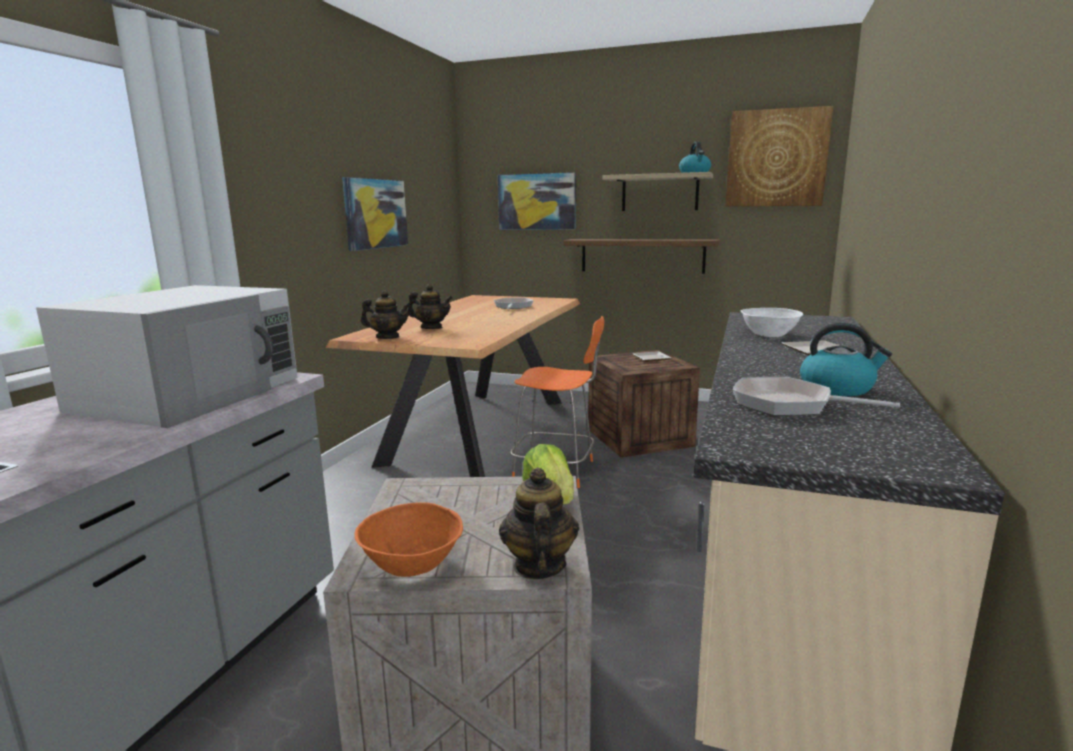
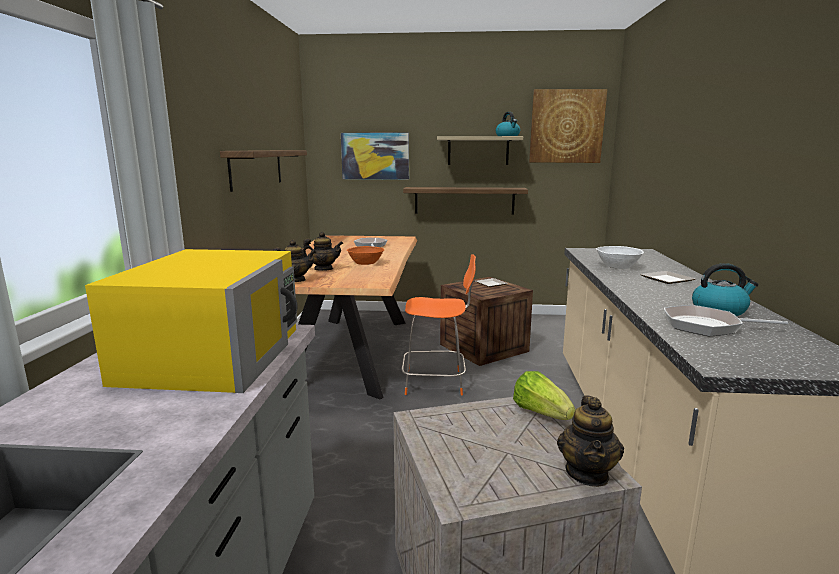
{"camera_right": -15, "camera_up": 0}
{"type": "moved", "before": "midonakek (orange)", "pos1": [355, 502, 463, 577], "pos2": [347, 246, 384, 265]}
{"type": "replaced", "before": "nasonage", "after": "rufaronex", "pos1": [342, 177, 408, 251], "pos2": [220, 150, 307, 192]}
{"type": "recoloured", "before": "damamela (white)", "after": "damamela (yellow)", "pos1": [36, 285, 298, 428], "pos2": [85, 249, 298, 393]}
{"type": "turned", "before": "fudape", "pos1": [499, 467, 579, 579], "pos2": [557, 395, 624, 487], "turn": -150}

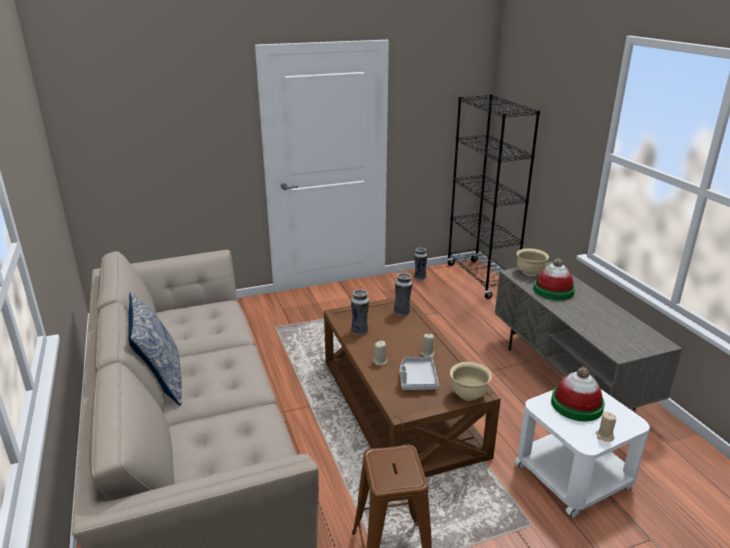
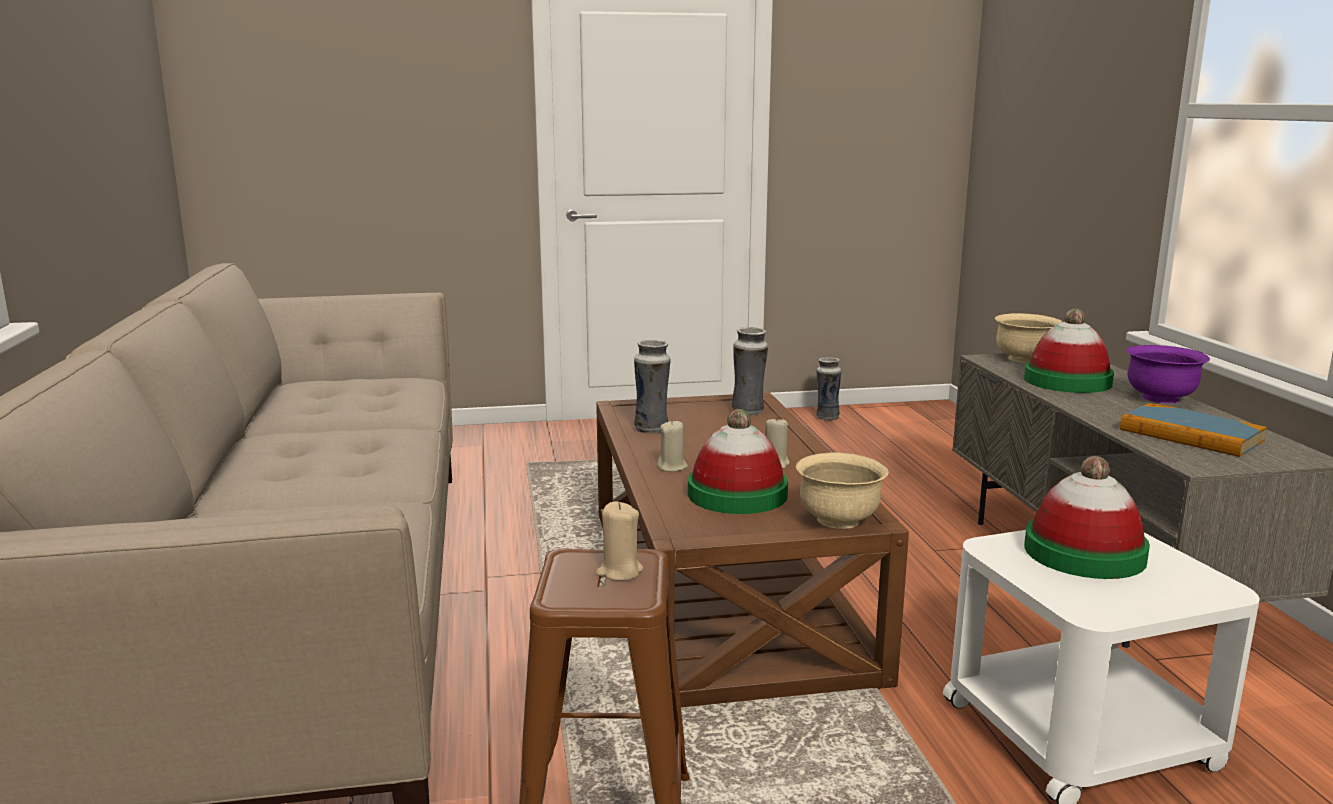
{"camera_right": 10, "camera_up": -10}
{"type": "removed", "before": "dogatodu", "pos1": [128, 292, 182, 406]}
{"type": "removed", "before": "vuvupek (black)", "pos1": [447, 94, 540, 299]}
{"type": "added", "after": "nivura", "pos2": [1120, 403, 1267, 457]}
{"type": "added", "after": "midonakek (purple)", "pos2": [1126, 345, 1210, 403]}
{"type": "moved", "before": "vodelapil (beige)", "pos1": [596, 412, 616, 442], "pos2": [596, 501, 643, 581]}
{"type": "replaced", "before": "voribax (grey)", "after": "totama", "pos1": [400, 357, 439, 390], "pos2": [688, 409, 788, 514]}

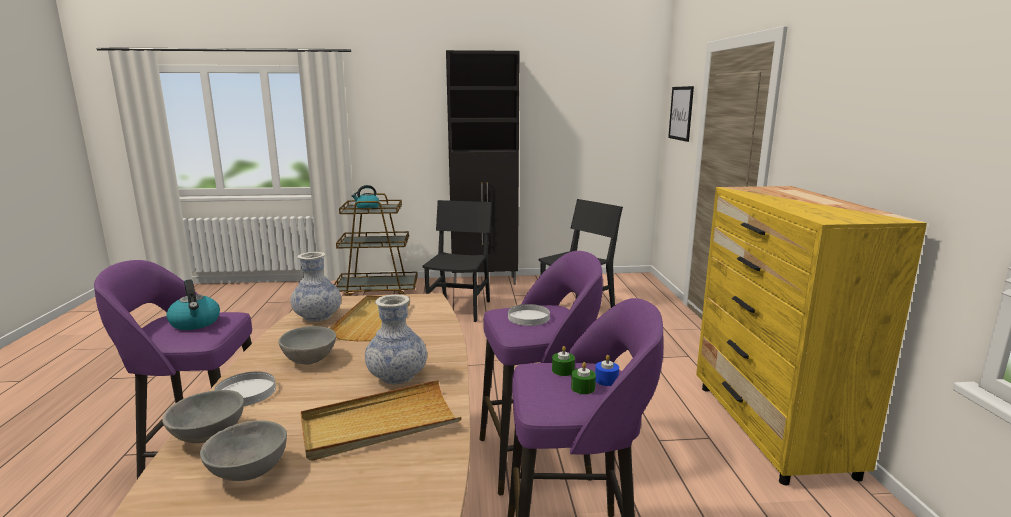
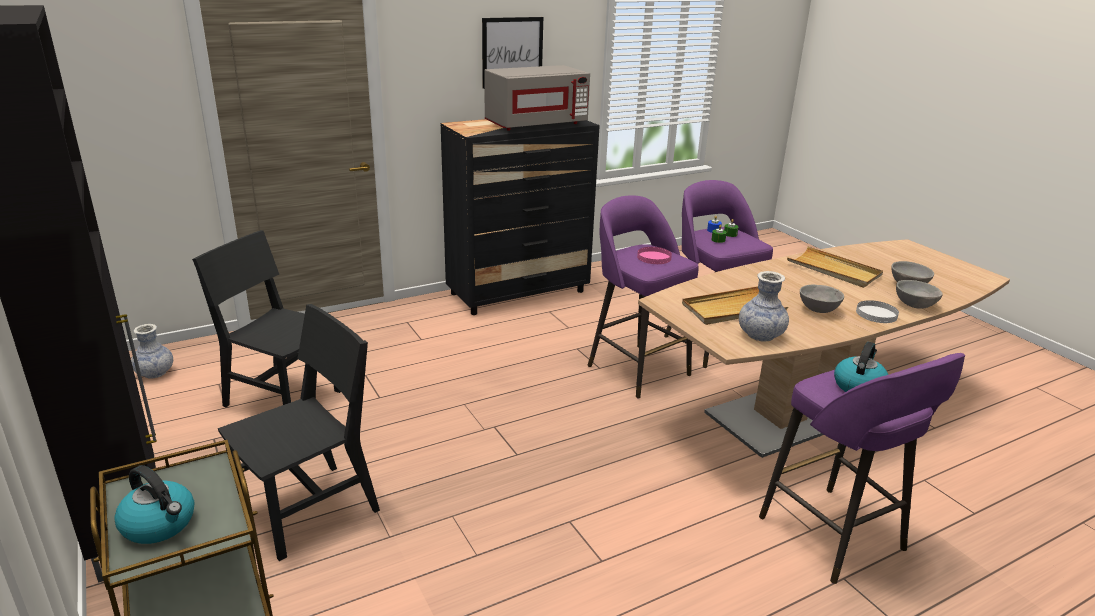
{"camera_right": -115, "camera_up": 10}
{"type": "added", "after": "damamela (grey)", "pos2": [484, 65, 590, 131]}
{"type": "moved", "before": "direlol", "pos1": [365, 294, 427, 385], "pos2": [131, 324, 173, 378]}
{"type": "moved", "before": "nasonage", "pos1": [668, 86, 694, 142], "pos2": [482, 17, 543, 89]}
{"type": "recoloured", "before": "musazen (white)", "after": "musazen (pink)", "pos1": [508, 304, 550, 326], "pos2": [637, 247, 672, 264]}
{"type": "recoloured", "before": "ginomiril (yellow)", "after": "ginomiril (black)", "pos1": [696, 186, 927, 486], "pos2": [441, 119, 600, 315]}
{"type": "turned", "before": "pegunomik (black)", "pos1": [422, 200, 492, 322], "pos2": [218, 304, 380, 561], "turn": 150}

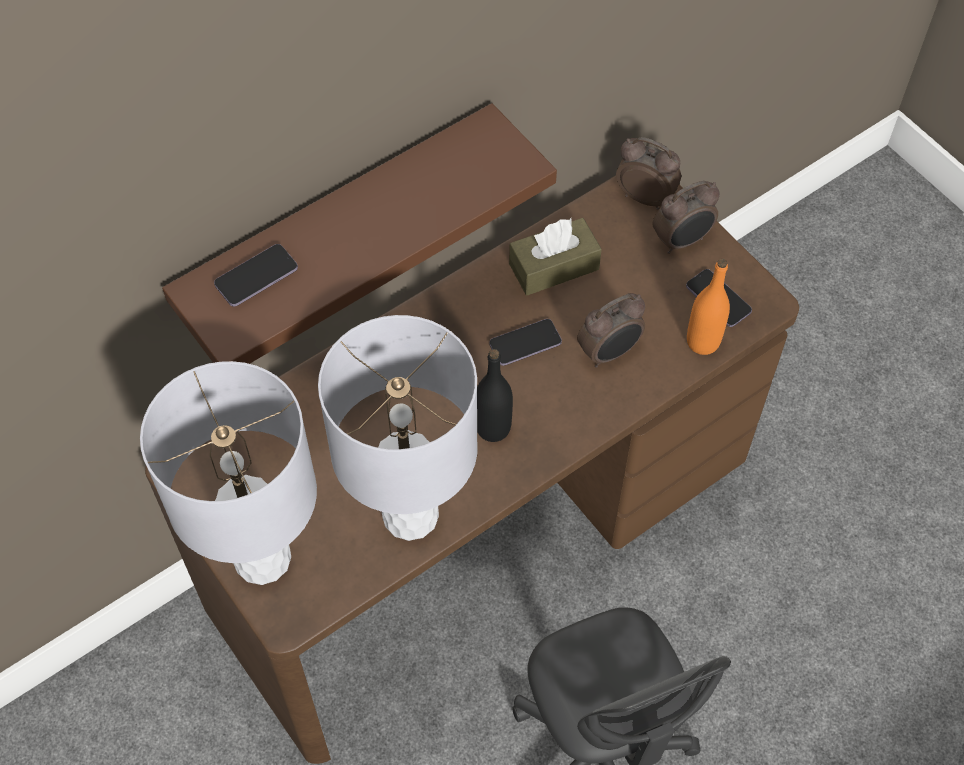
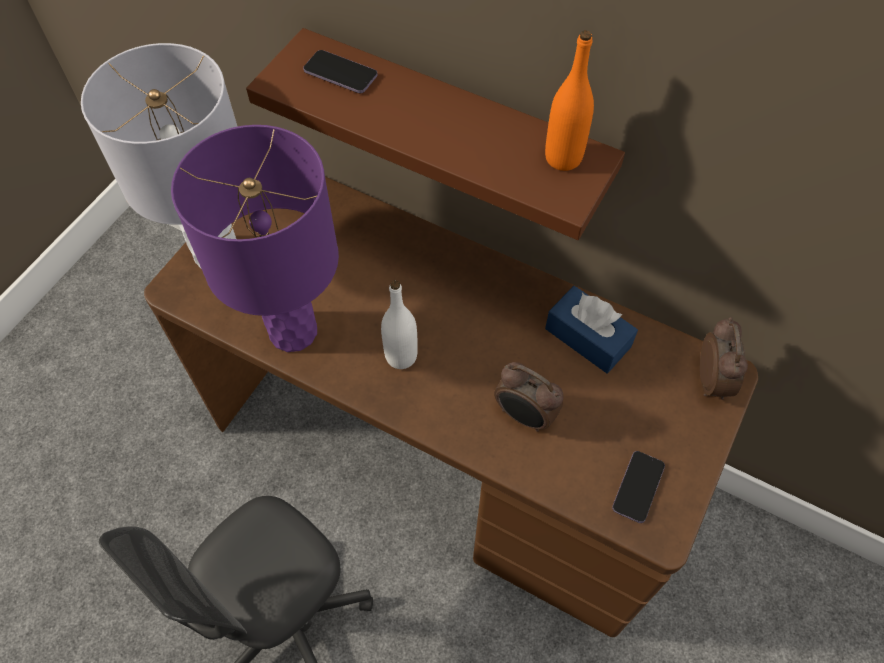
{"camera_right": 65, "camera_up": 0}
{"type": "removed", "before": "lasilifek", "pos1": [489, 319, 562, 366]}
{"type": "removed", "before": "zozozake", "pos1": [653, 181, 720, 254]}
{"type": "moved", "before": "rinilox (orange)", "pos1": [687, 259, 730, 355], "pos2": [545, 30, 594, 171]}
{"type": "recoloured", "before": "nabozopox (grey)", "after": "nabozopox (purple)", "pos1": [318, 315, 478, 541], "pos2": [171, 125, 339, 352]}
{"type": "recoloured", "before": "rinilox (black)", "after": "rinilox (white)", "pos1": [477, 349, 513, 442], "pos2": [381, 280, 418, 369]}
{"type": "recoloured", "before": "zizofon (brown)", "after": "zizofon (blue)", "pos1": [509, 218, 602, 295], "pos2": [545, 286, 638, 373]}

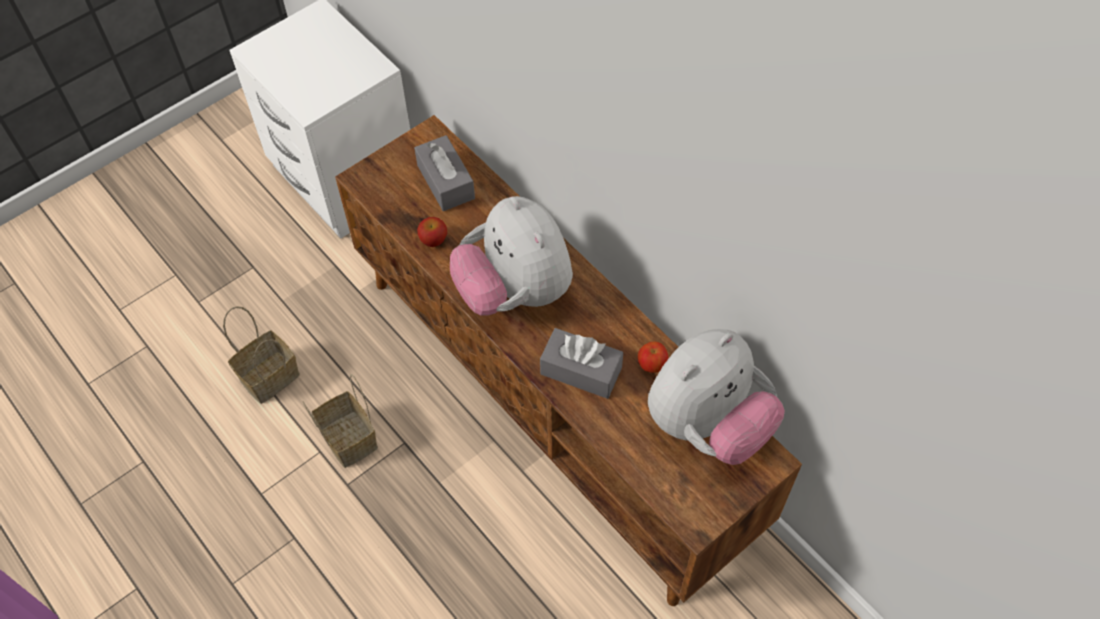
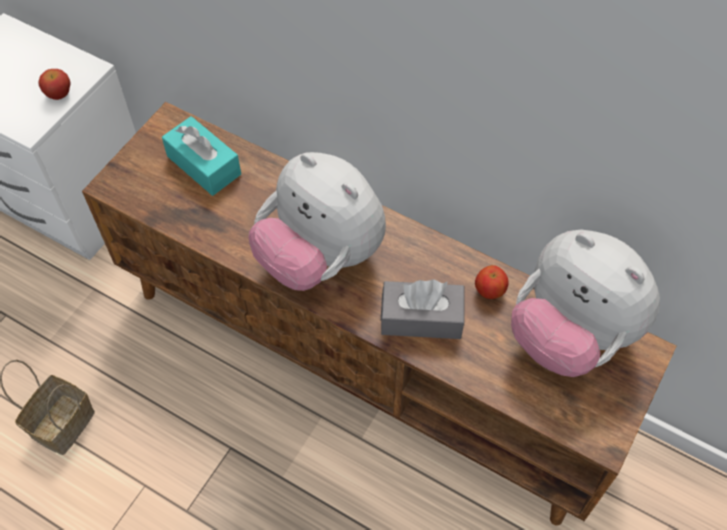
{"camera_right": -20, "camera_up": 0}
{"type": "removed", "before": "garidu", "pos1": [302, 374, 378, 468]}
{"type": "moved", "before": "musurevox", "pos1": [417, 217, 447, 247], "pos2": [38, 69, 70, 100]}
{"type": "recoloured", "before": "zizofon (grey)", "after": "zizofon (turquoise)", "pos1": [414, 135, 475, 211], "pos2": [162, 116, 241, 196]}
{"type": "turned", "before": "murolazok", "pos1": [648, 329, 785, 465], "pos2": [511, 230, 660, 377], "turn": 105}

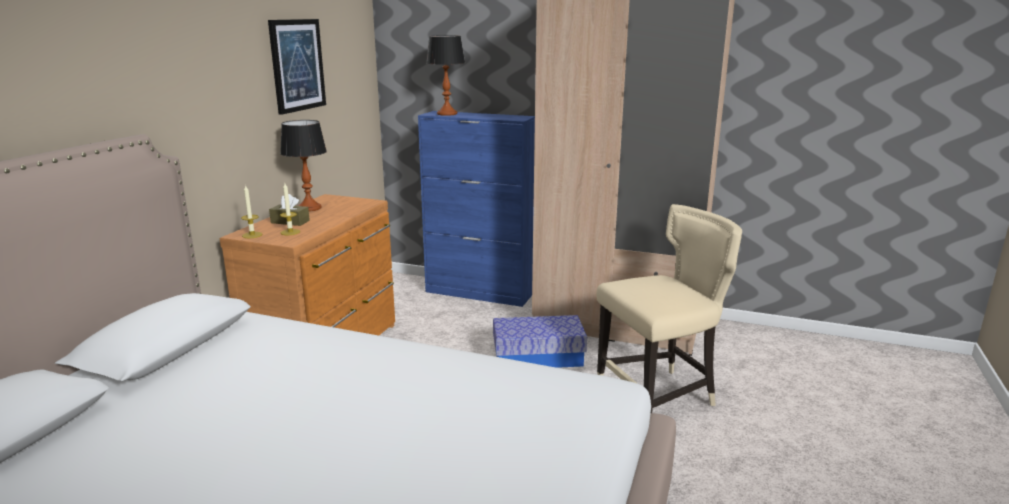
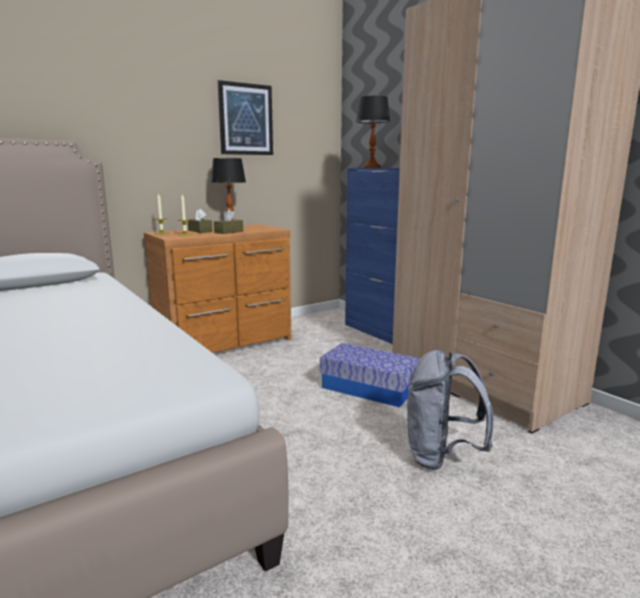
{"camera_right": 35, "camera_up": -5}
{"type": "added", "after": "zizofon (brown)", "pos2": [214, 209, 243, 234]}
{"type": "replaced", "before": "pegunomik (beige)", "after": "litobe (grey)", "pos1": [596, 204, 742, 414], "pos2": [407, 350, 494, 470]}

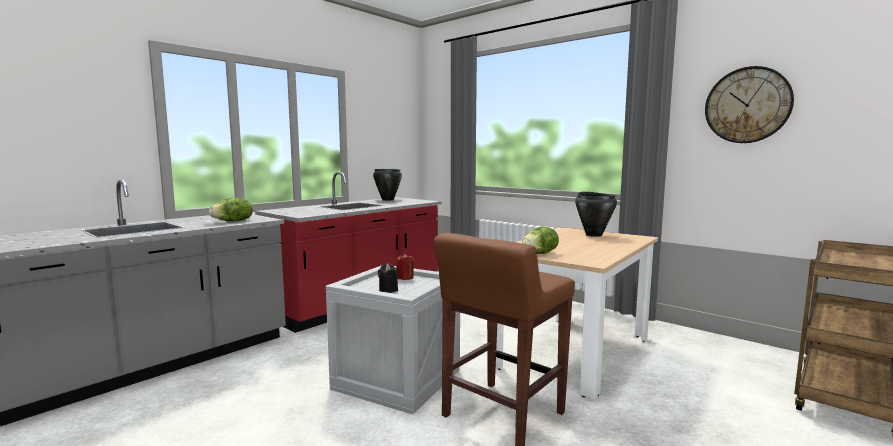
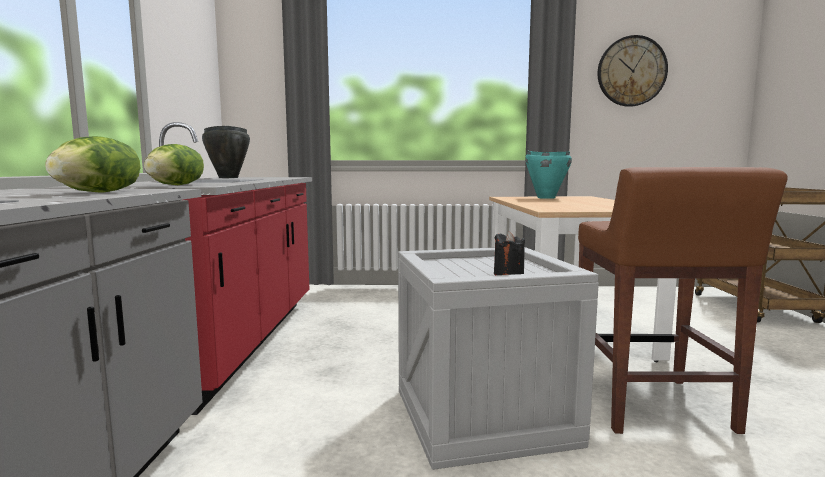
{"camera_right": -40, "camera_up": 0}
{"type": "removed", "before": "vodelapil (red)", "pos1": [396, 254, 414, 280]}
{"type": "moved", "before": "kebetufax", "pos1": [522, 227, 559, 254], "pos2": [144, 144, 204, 185]}
{"type": "recoloured", "before": "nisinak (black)", "after": "nisinak (turquoise)", "pos1": [575, 192, 617, 237], "pos2": [525, 150, 572, 199]}

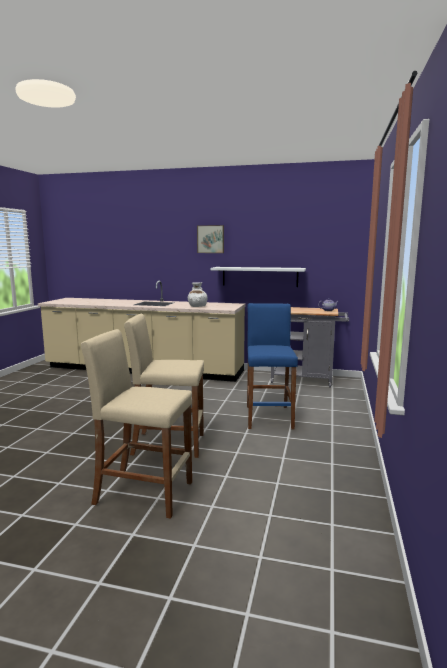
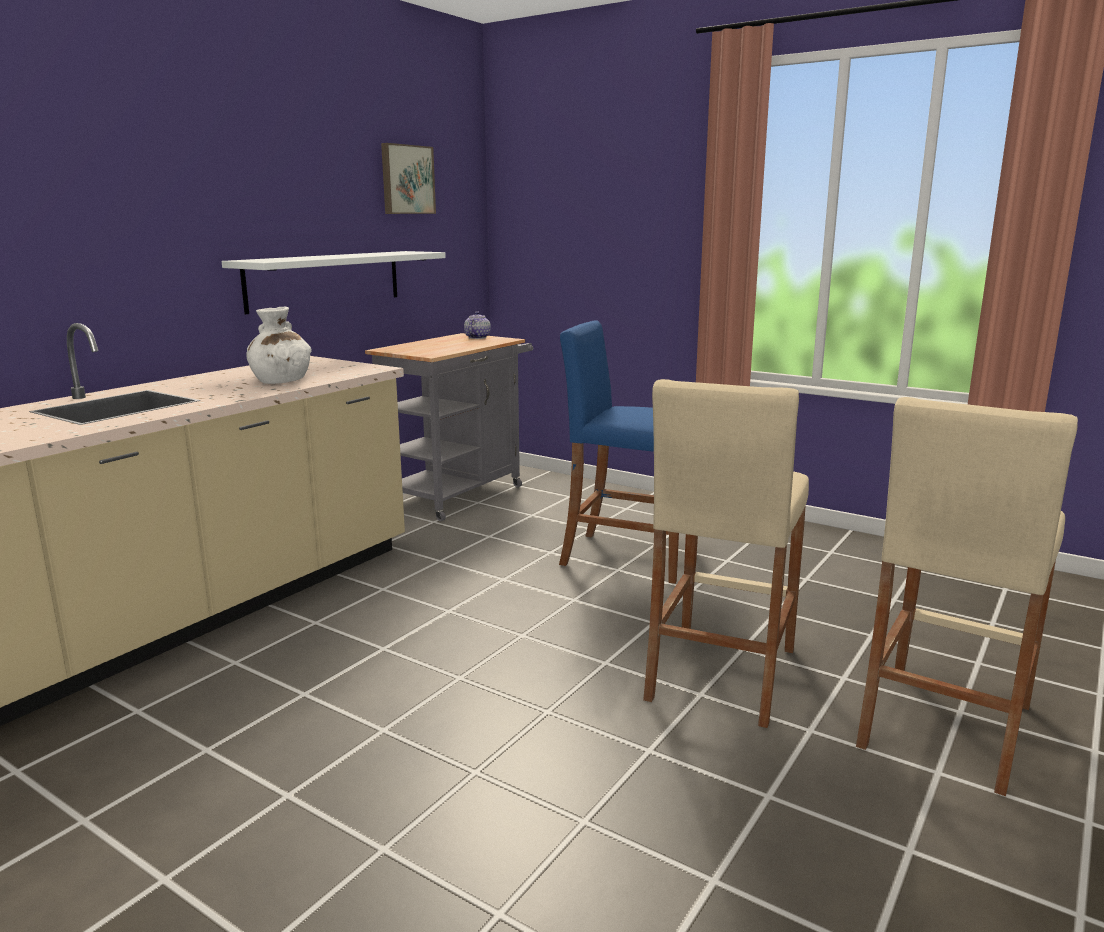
{"camera_right": -70, "camera_up": 5}
{"type": "moved", "before": "nasonage", "pos1": [197, 225, 224, 253], "pos2": [381, 143, 436, 214]}

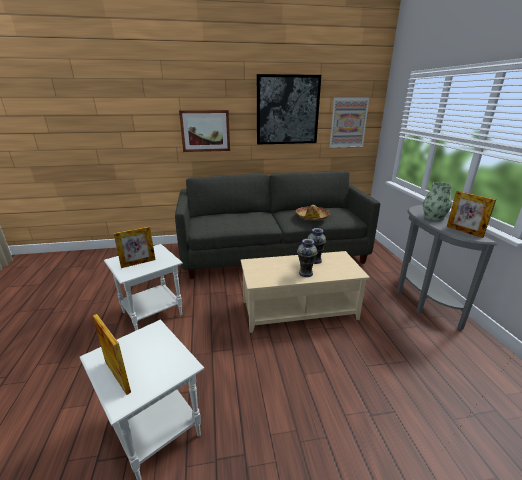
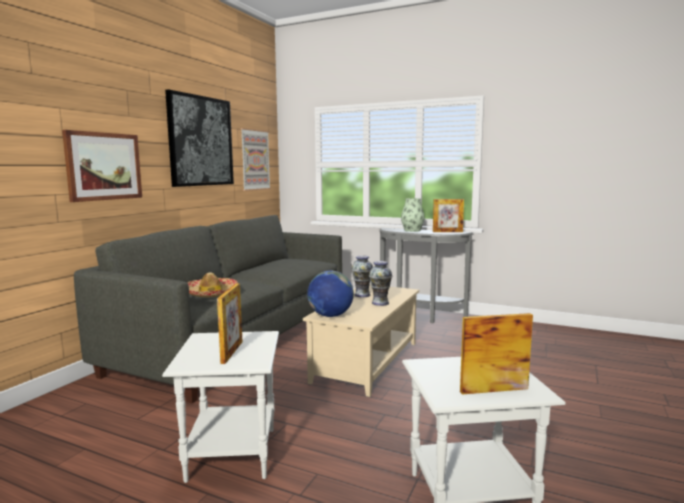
{"camera_right": -55, "camera_up": -15}
{"type": "added", "after": "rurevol", "pos2": [307, 271, 354, 317]}
{"type": "moved", "before": "totama", "pos1": [296, 205, 330, 221], "pos2": [187, 272, 238, 297]}

